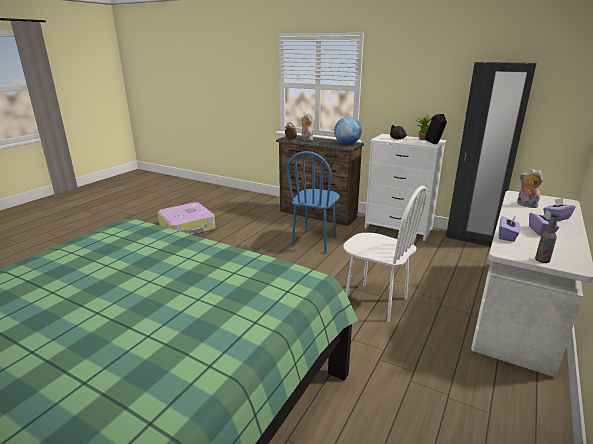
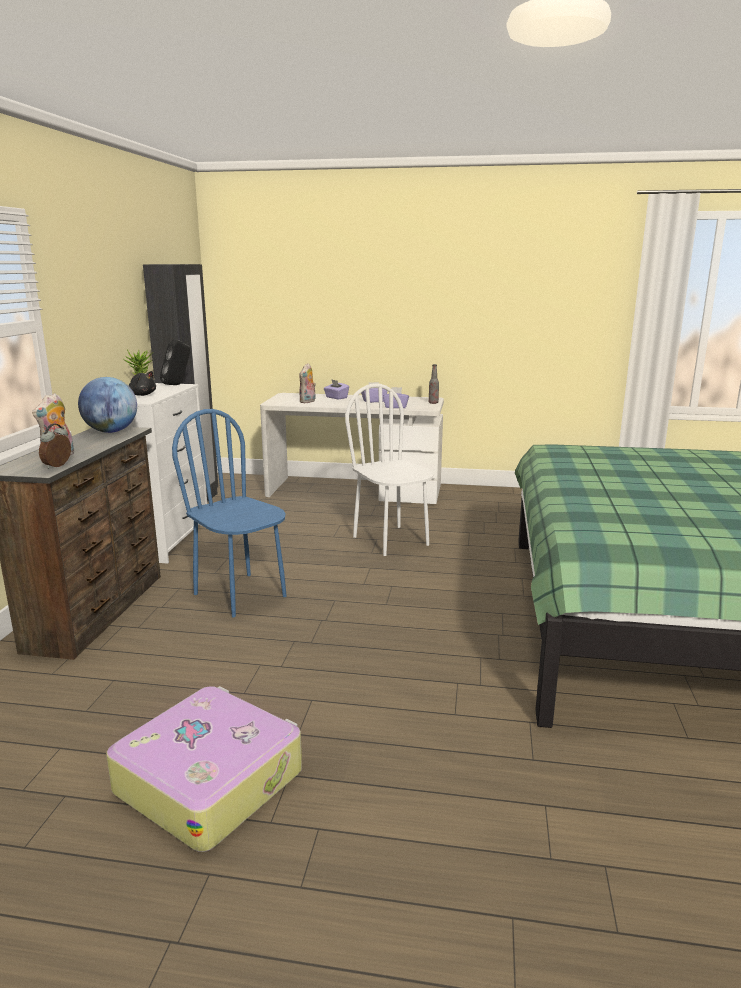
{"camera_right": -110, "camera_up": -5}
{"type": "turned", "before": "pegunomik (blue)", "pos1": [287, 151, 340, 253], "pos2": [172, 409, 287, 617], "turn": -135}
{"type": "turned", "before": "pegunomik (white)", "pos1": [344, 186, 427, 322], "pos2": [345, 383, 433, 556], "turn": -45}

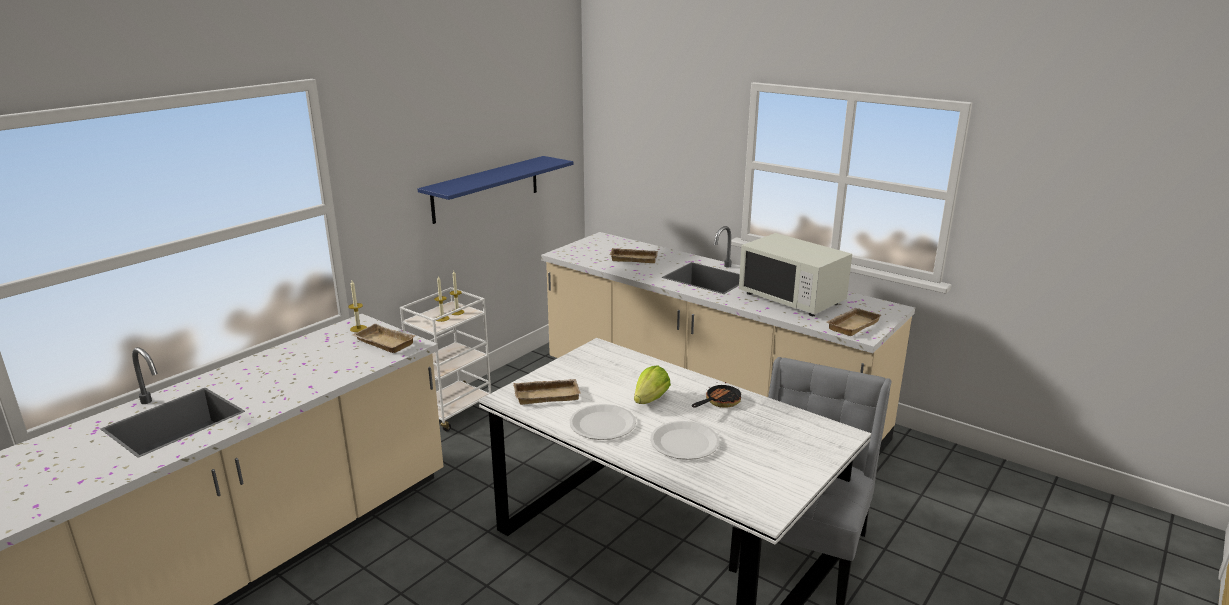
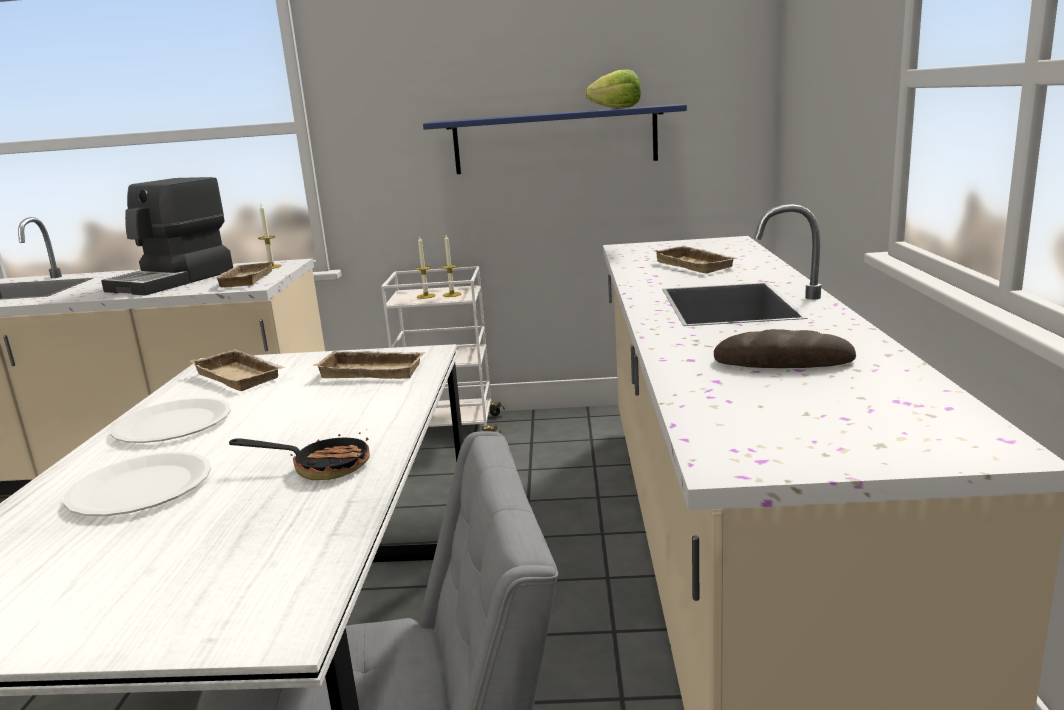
{"camera_right": 55, "camera_up": -5}
{"type": "added", "after": "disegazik", "pos2": [101, 177, 233, 296]}
{"type": "moved", "before": "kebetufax", "pos1": [634, 365, 671, 404], "pos2": [585, 70, 641, 108]}
{"type": "moved", "before": "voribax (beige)", "pos1": [827, 308, 881, 336], "pos2": [313, 351, 426, 379]}
{"type": "replaced", "before": "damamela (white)", "after": "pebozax", "pos1": [739, 233, 852, 316], "pos2": [714, 329, 856, 368]}

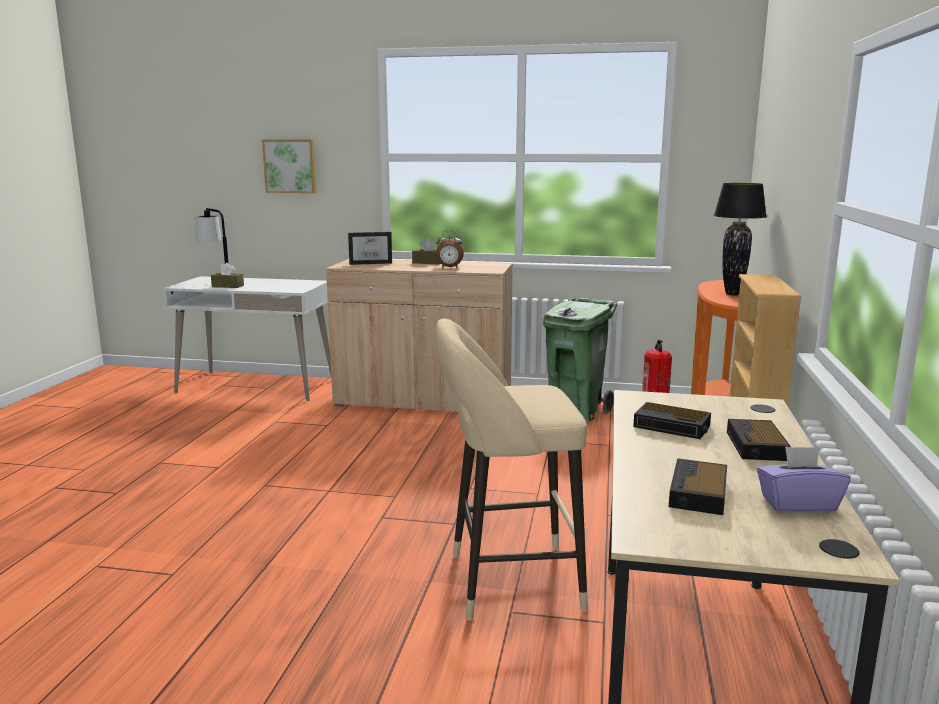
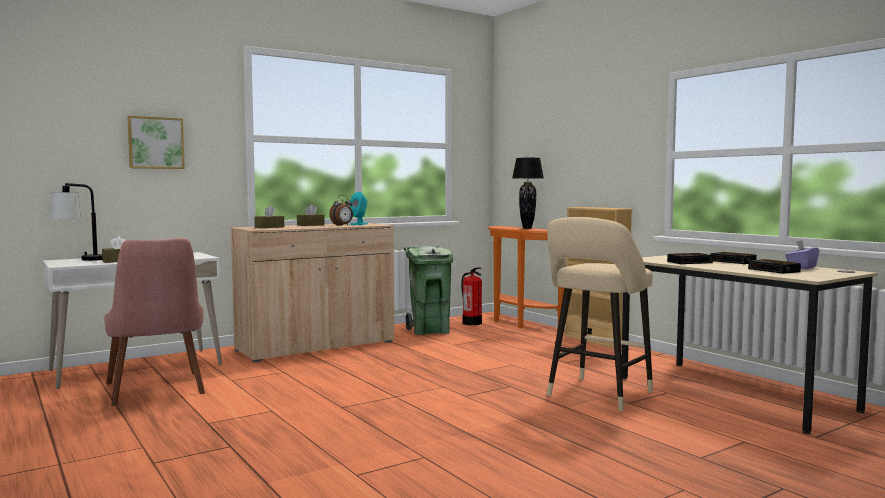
{"camera_right": -45, "camera_up": -10}
{"type": "added", "after": "pegunomik (pink)", "pos2": [104, 238, 205, 406]}
{"type": "added", "after": "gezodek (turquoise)", "pos2": [350, 192, 368, 225]}
{"type": "replaced", "before": "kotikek", "after": "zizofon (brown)", "pos1": [348, 232, 392, 265], "pos2": [254, 205, 284, 228]}

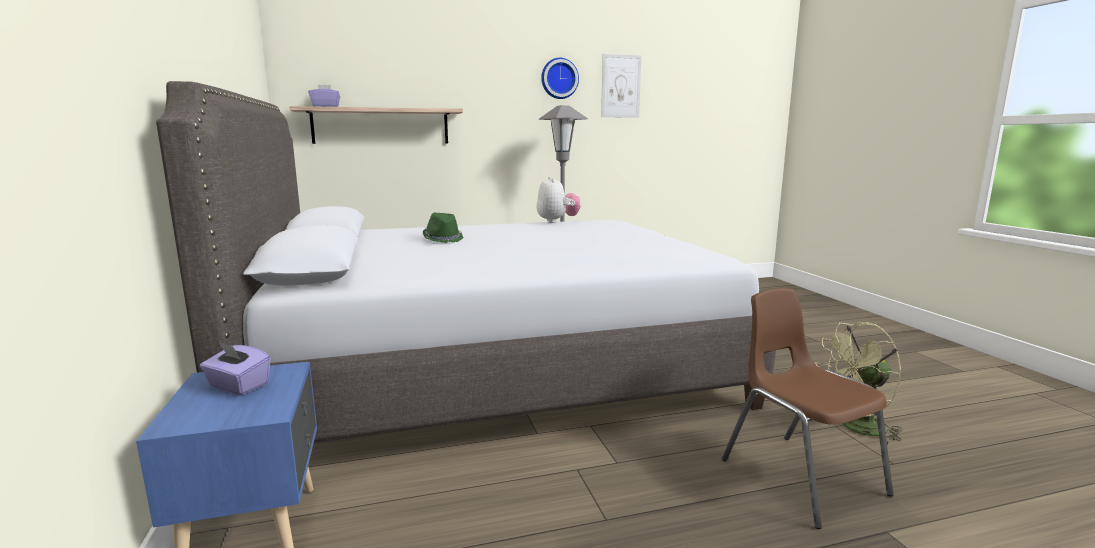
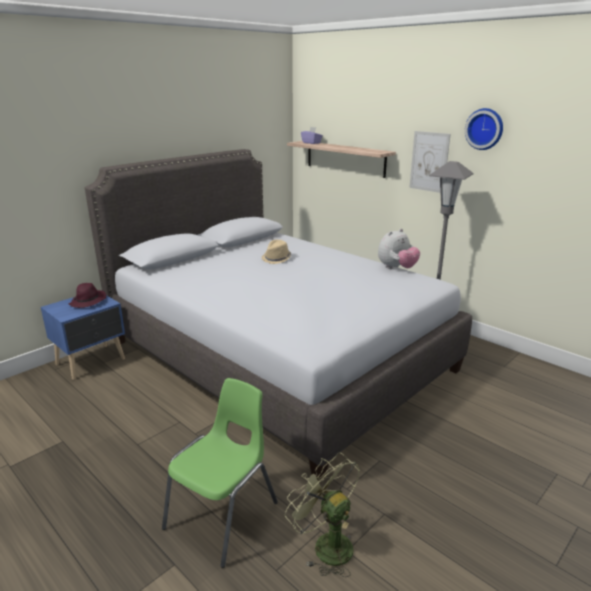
{"camera_right": 60, "camera_up": 10}
{"type": "moved", "before": "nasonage", "pos1": [601, 54, 641, 118], "pos2": [409, 131, 451, 193]}
{"type": "replaced", "before": "zizofon (purple)", "after": "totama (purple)", "pos1": [200, 341, 271, 395], "pos2": [68, 283, 106, 308]}
{"type": "recoloured", "before": "totama (green)", "after": "totama (beige)", "pos1": [423, 213, 463, 243], "pos2": [262, 240, 291, 264]}
{"type": "recoloured", "before": "pegunomik (brown)", "after": "pegunomik (green)", "pos1": [722, 288, 893, 529], "pos2": [162, 378, 278, 568]}

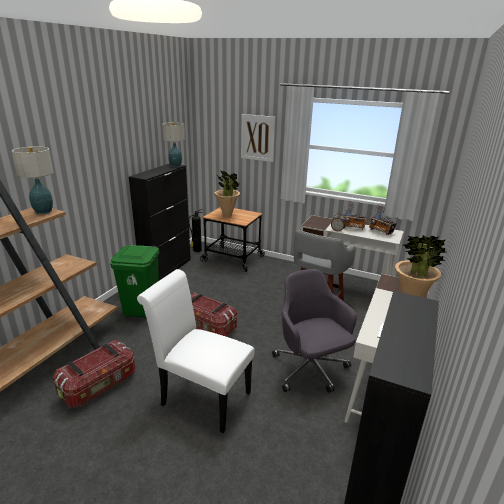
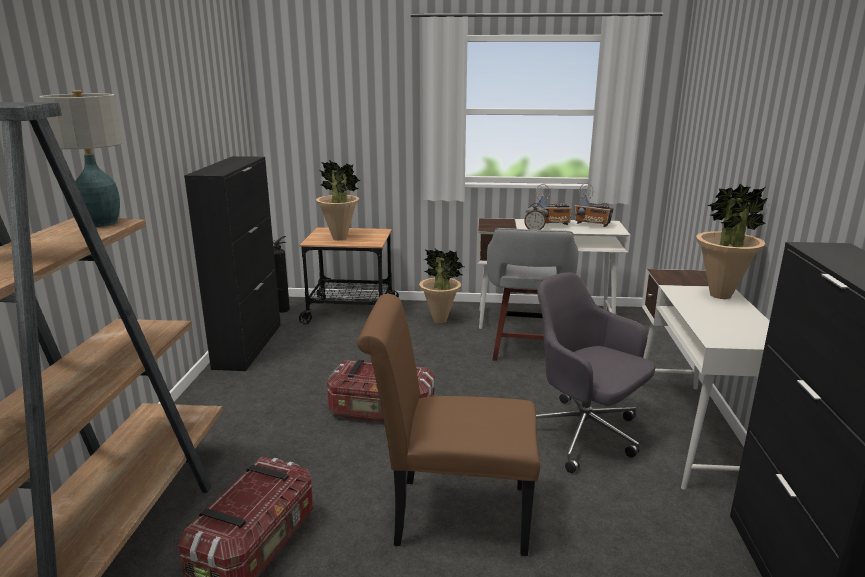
{"camera_right": -20, "camera_up": -5}
{"type": "removed", "before": "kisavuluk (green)", "pos1": [110, 245, 159, 318]}
{"type": "removed", "before": "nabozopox", "pos1": [162, 122, 185, 167]}
{"type": "removed", "before": "nasonage", "pos1": [241, 114, 276, 162]}
{"type": "added", "after": "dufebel", "pos2": [419, 249, 464, 323]}
{"type": "recoloured", "before": "pegunomik (white)", "after": "pegunomik (brown)", "pos1": [137, 269, 255, 433], "pos2": [357, 294, 540, 556]}

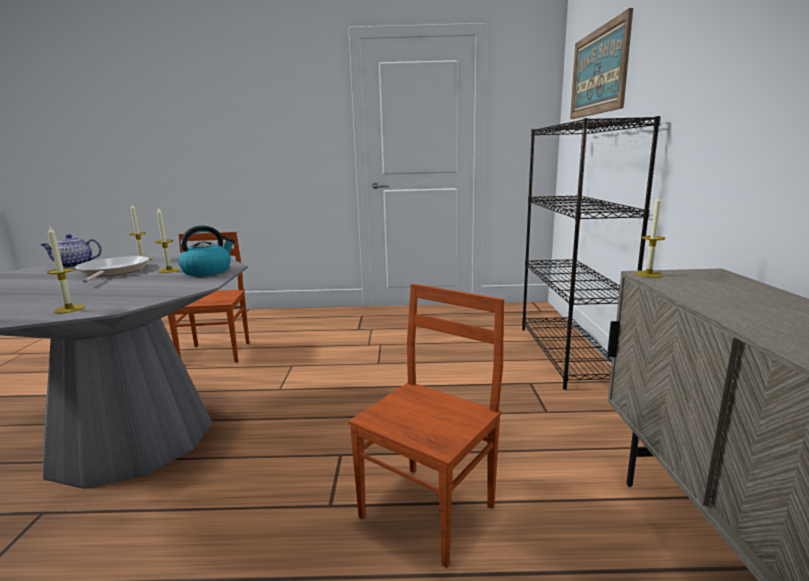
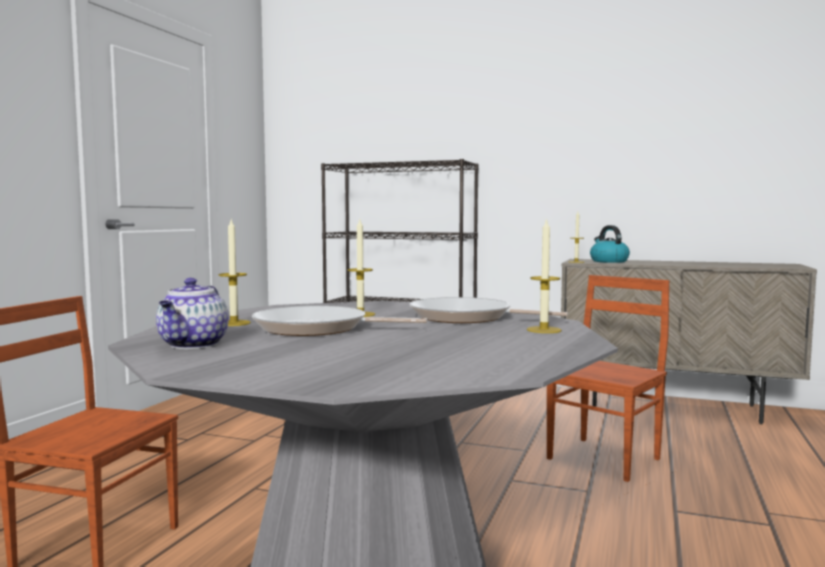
{"camera_right": -70, "camera_up": -10}
{"type": "removed", "before": "nasonage", "pos1": [570, 8, 633, 119]}
{"type": "added", "after": "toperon", "pos2": [410, 297, 568, 323]}
{"type": "moved", "before": "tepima", "pos1": [178, 225, 235, 276], "pos2": [590, 225, 630, 263]}
{"type": "turned", "before": "pegunomik (brown)", "pos1": [348, 284, 504, 568], "pos2": [547, 275, 669, 482], "turn": 75}

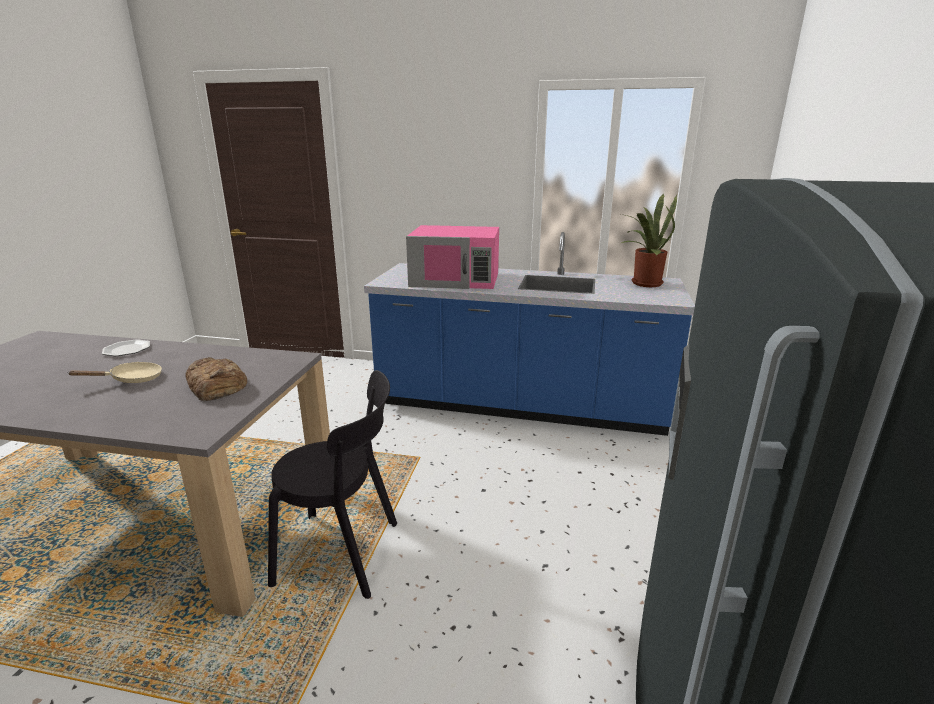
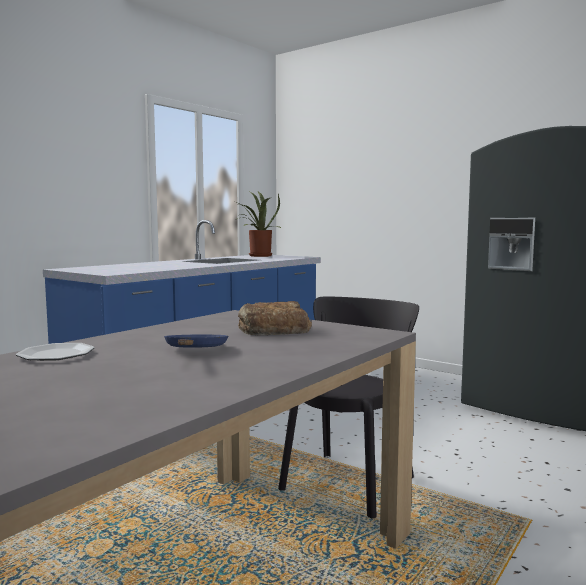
{"camera_right": -65, "camera_up": -15}
{"type": "removed", "before": "damamela (pink)", "pos1": [406, 225, 499, 289]}
{"type": "recoloured", "before": "toperon (beige)", "after": "toperon (blue)", "pos1": [69, 362, 162, 383], "pos2": [164, 335, 229, 348]}

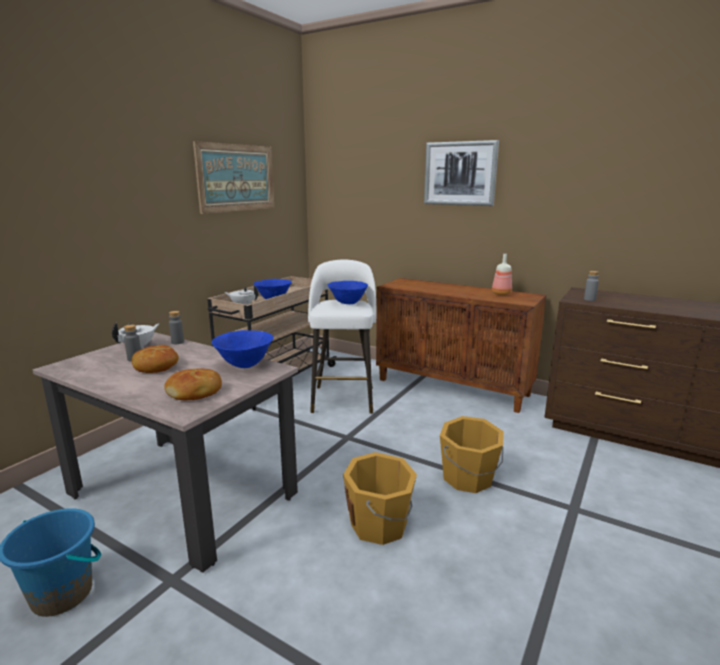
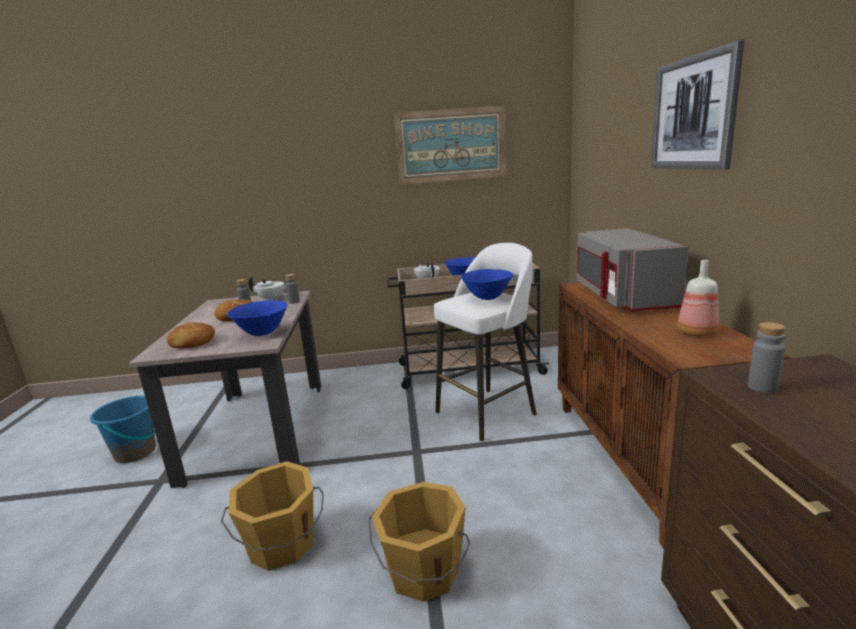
{"camera_right": 55, "camera_up": 0}
{"type": "added", "after": "damamela (grey)", "pos2": [577, 228, 689, 312]}

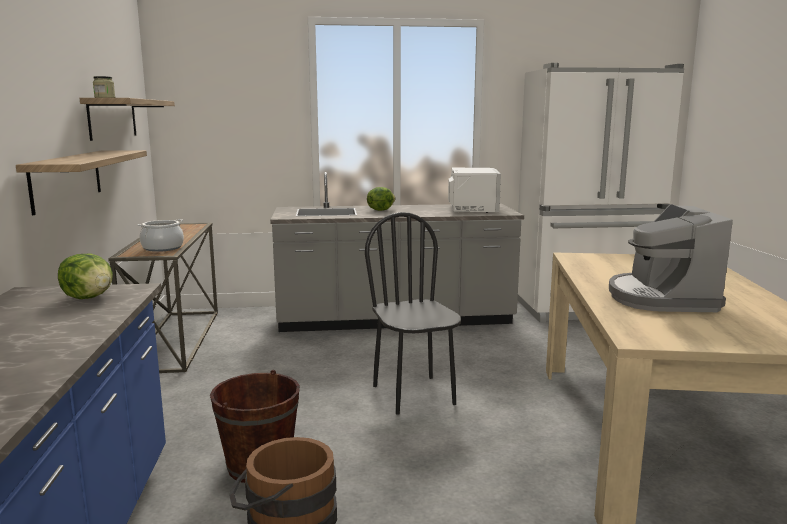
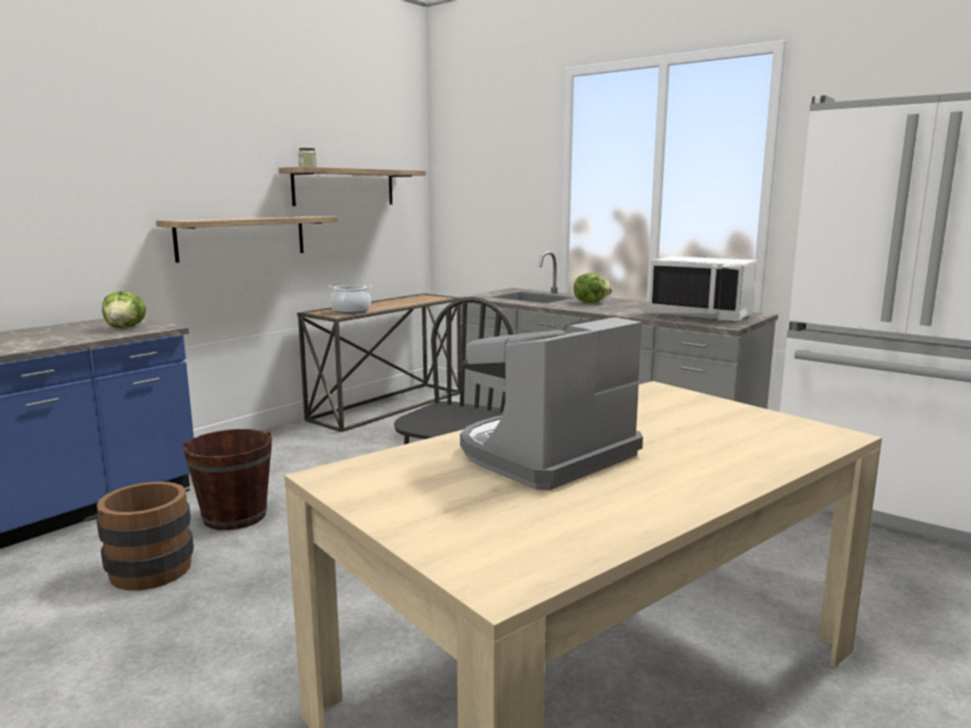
{"camera_right": 45, "camera_up": 0}
{"type": "turned", "before": "damamela (white)", "pos1": [448, 168, 501, 213], "pos2": [649, 256, 758, 321], "turn": 75}

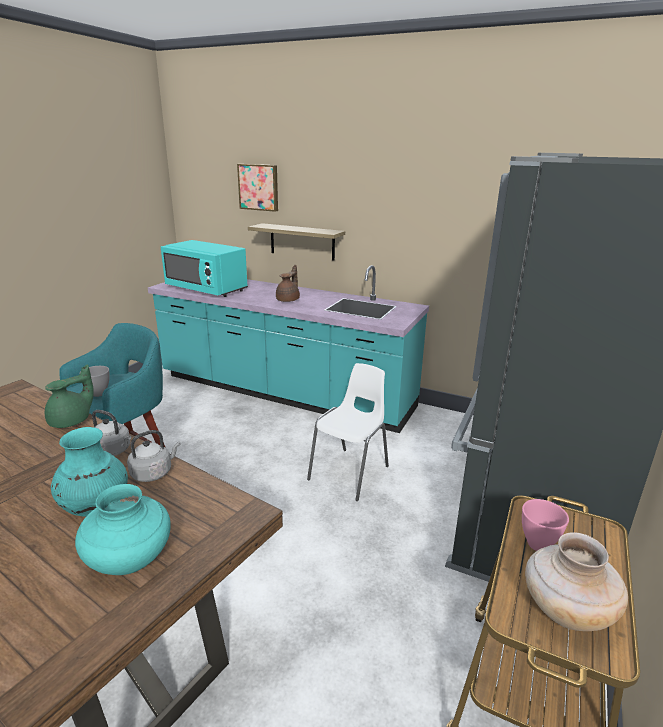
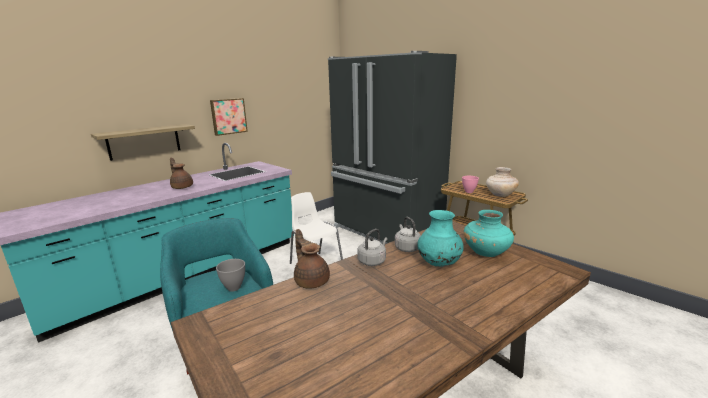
{"camera_right": -70, "camera_up": -5}
{"type": "removed", "before": "damamela (turquoise)", "pos1": [161, 240, 248, 297]}
{"type": "moved", "before": "nasonage", "pos1": [237, 164, 278, 212], "pos2": [210, 98, 248, 136]}
{"type": "recoloured", "before": "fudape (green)", "after": "fudape (brown)", "pos1": [45, 364, 94, 428], "pos2": [294, 229, 330, 288]}

